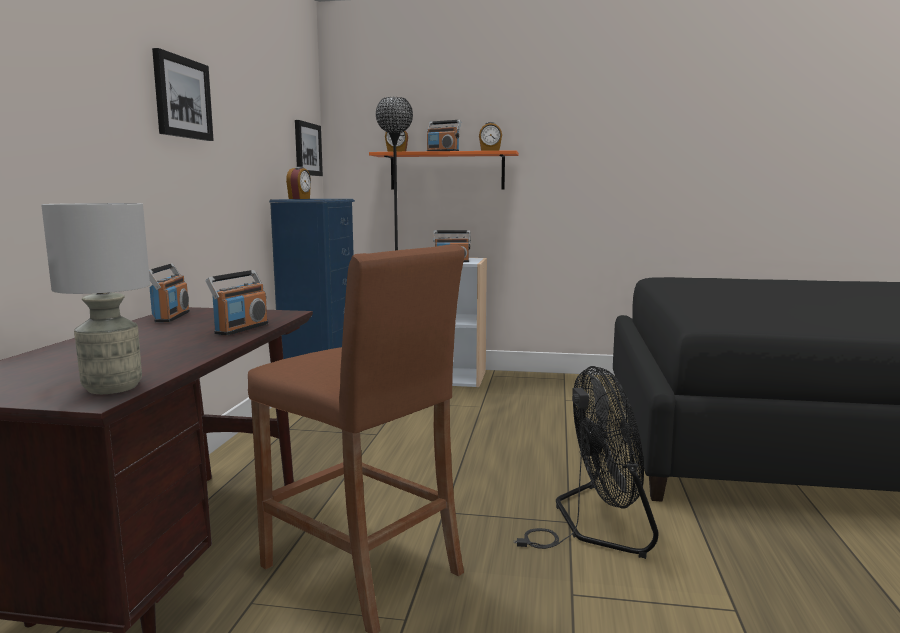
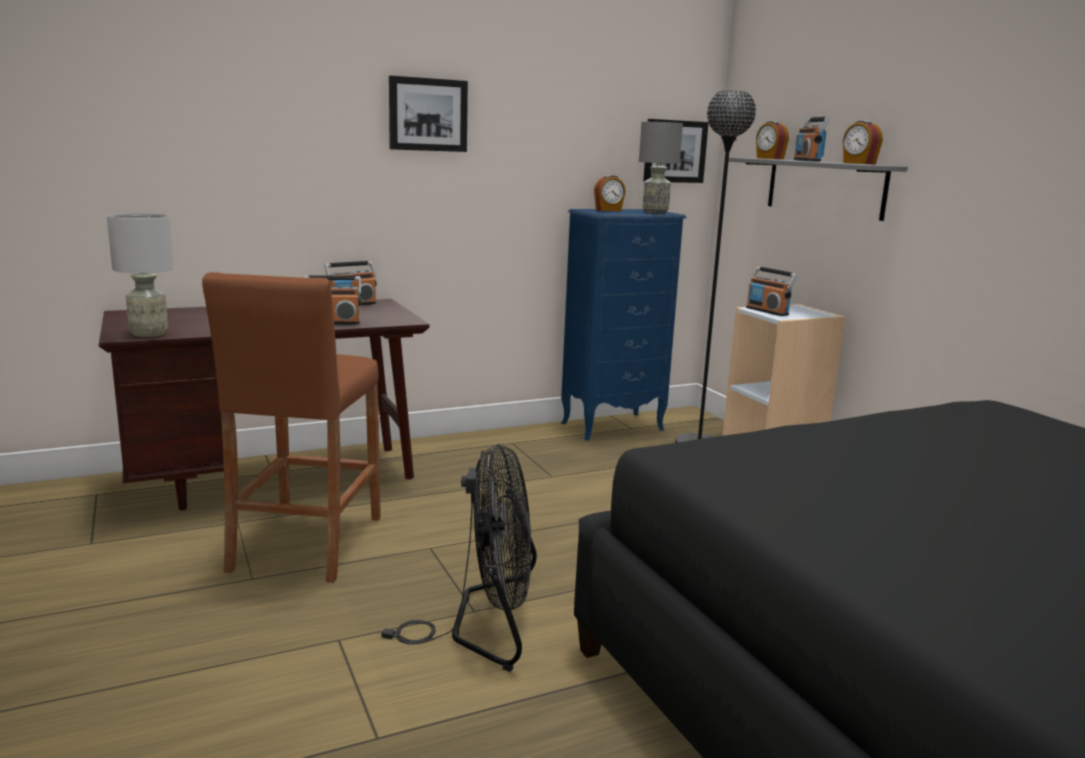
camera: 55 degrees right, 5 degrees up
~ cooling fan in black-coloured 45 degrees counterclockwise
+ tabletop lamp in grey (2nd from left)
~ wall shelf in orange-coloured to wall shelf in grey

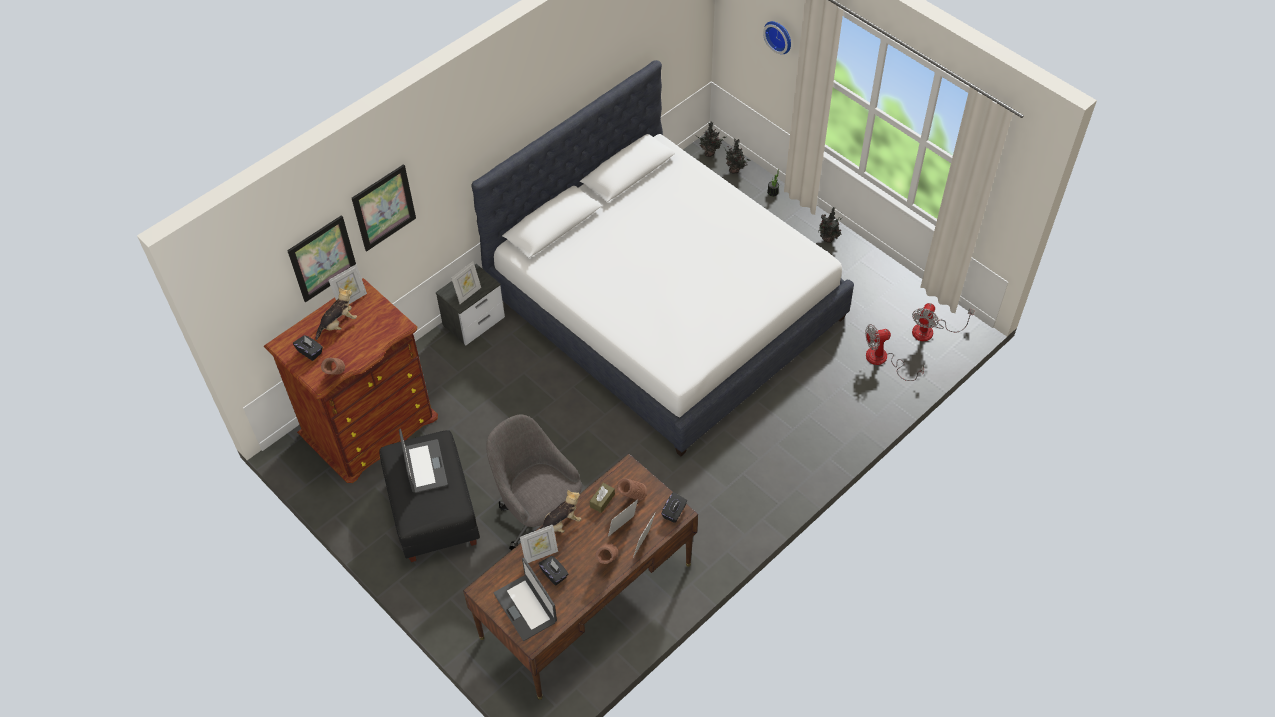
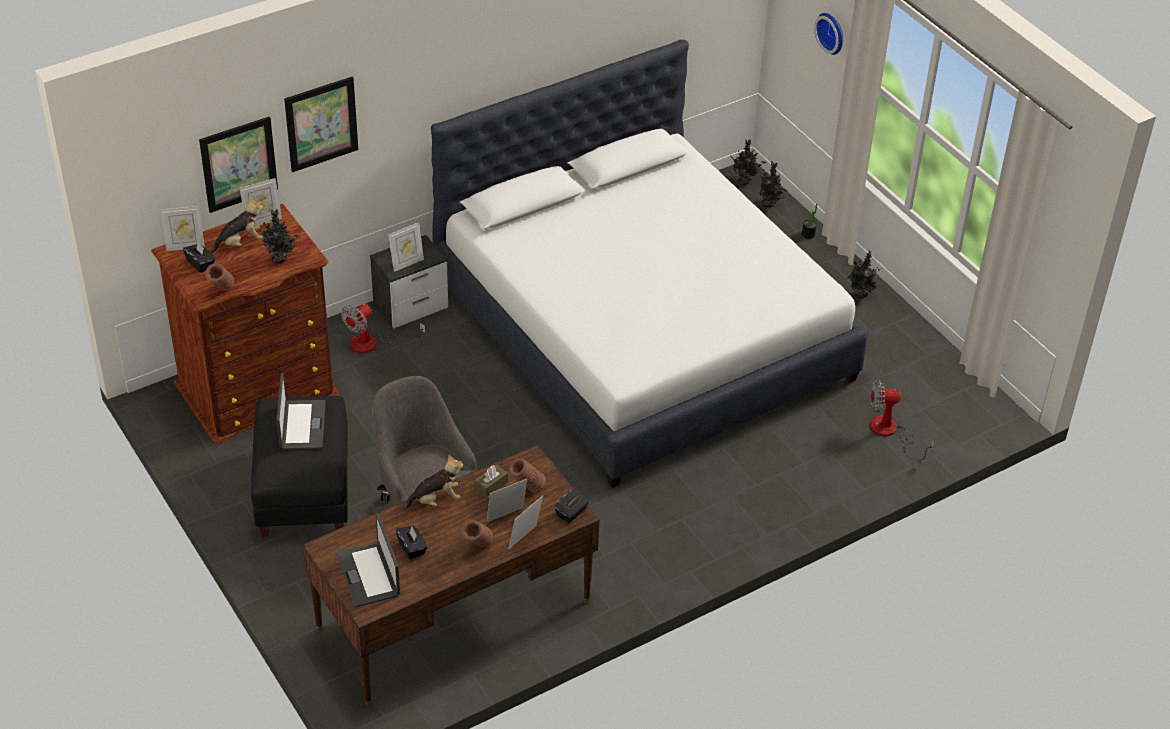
camera: 10 degrees right, 10 degrees down
~ picture frame (3rd from left in the first image) to picture frame (1st from left)
+ potted plant (1st from left)
~ cooling fan (2nd from left in the first image) to cooling fan (1st from left)

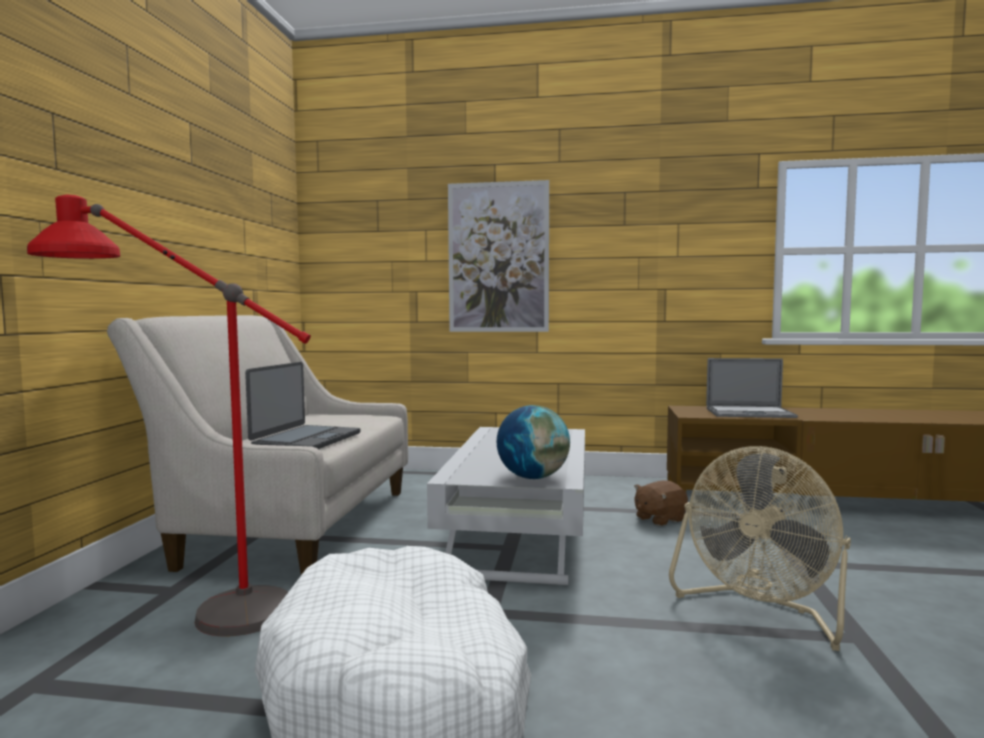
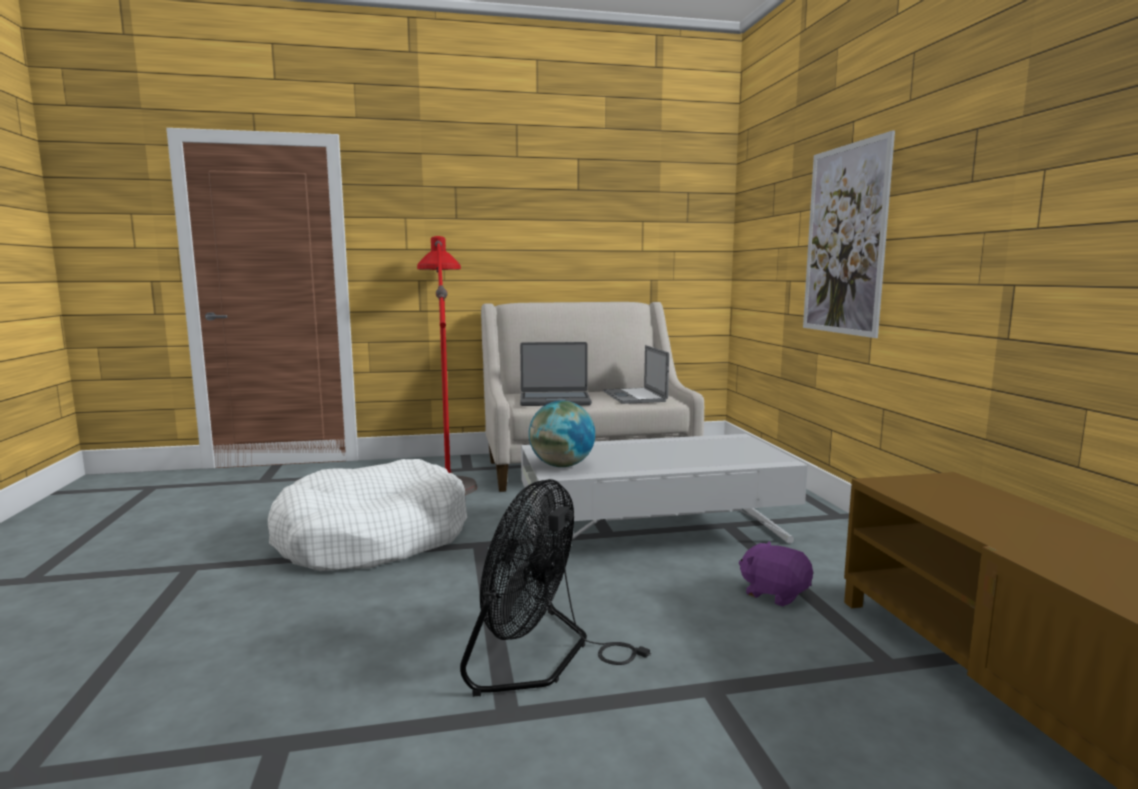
camera: 70 degrees right, 5 degrees up
~ cooling fan in beige-coloured to cooling fan in black-coloured
~ notebook computer (2nd from left)
~ plush toy in brownish to plush toy in purple-coloured

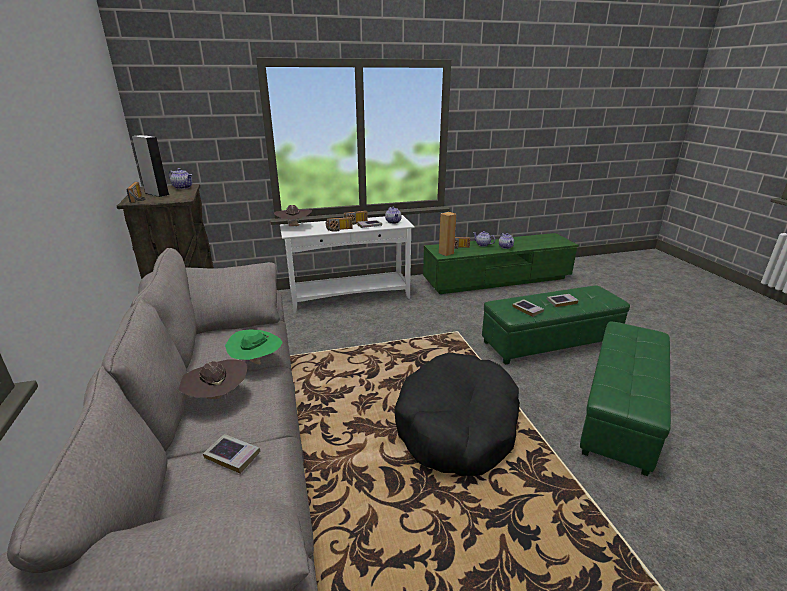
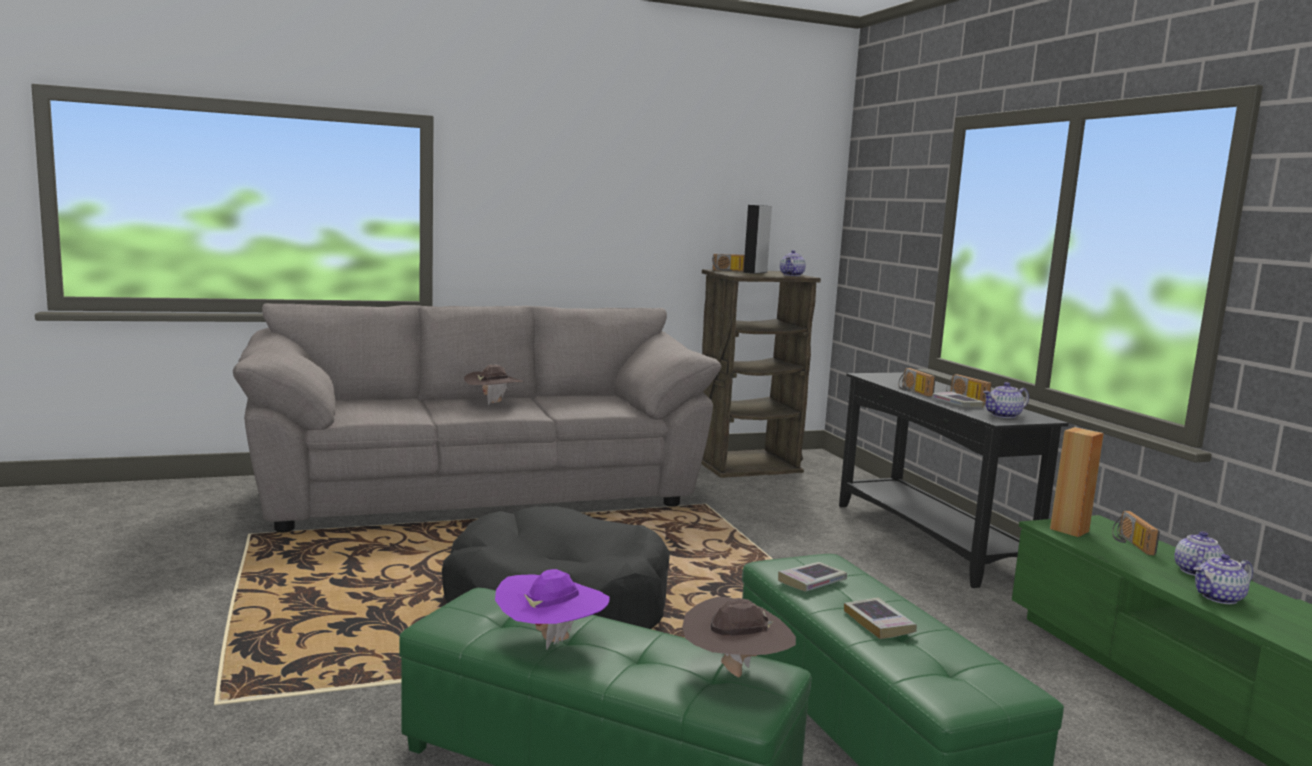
camera: 85 degrees right, 15 degrees down
+ clothing hat in purple-coloured
~ clothing hat in brownish (2nd from left)
~ narrow table in white to narrow table in black-coloured
- bound book (1st from left)
- clothing hat in greenish

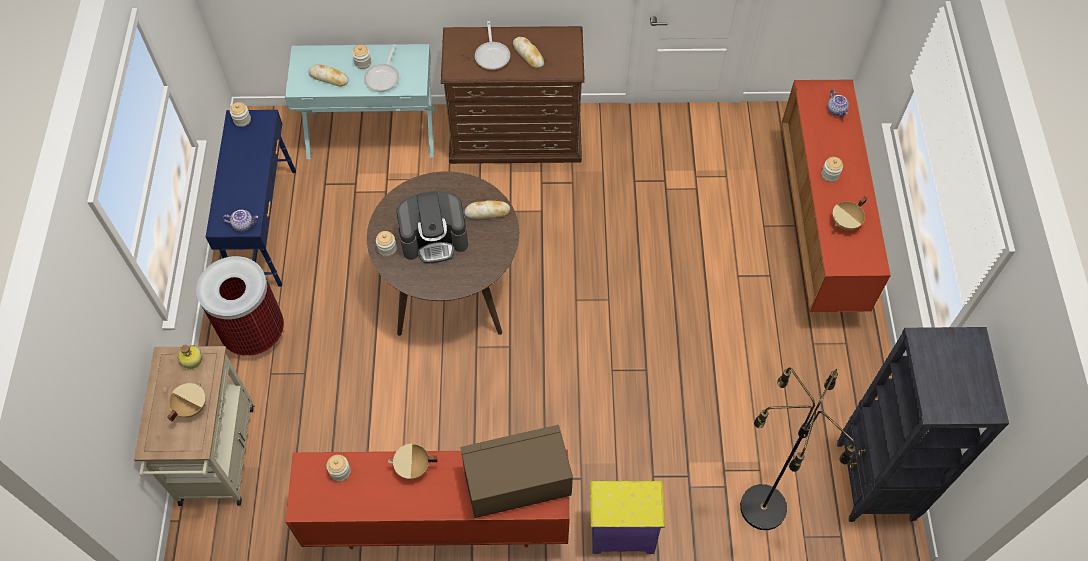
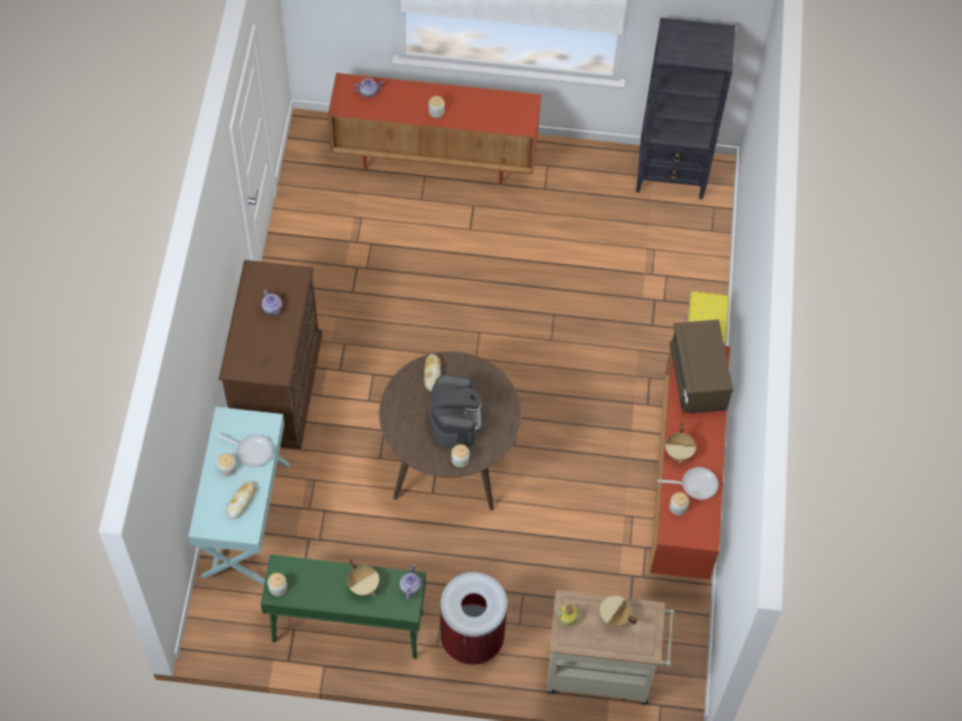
camera: 85 degrees left, 0 degrees up
~ narrow table in bluish to narrow table in greenish
~ baked bread (3rd from left) to pot for tea (1st from left)
~ stockpot in beige-coloured (3rd from left in the first image) to stockpot in beige-coloured (1st from left)
~ pan (2nd from left)
- floor lamp

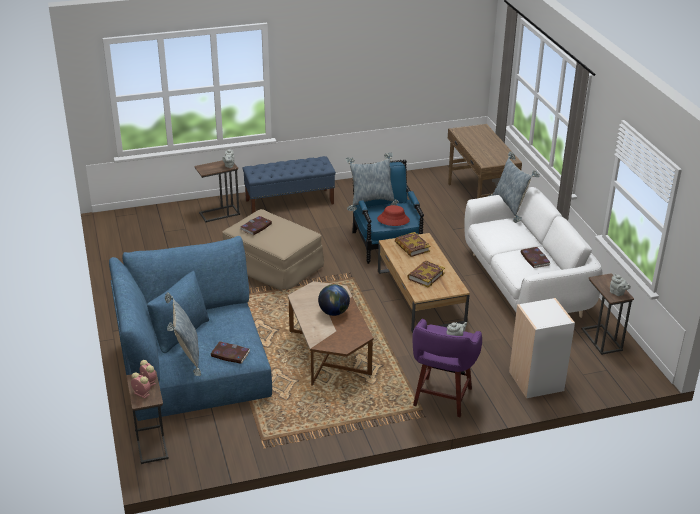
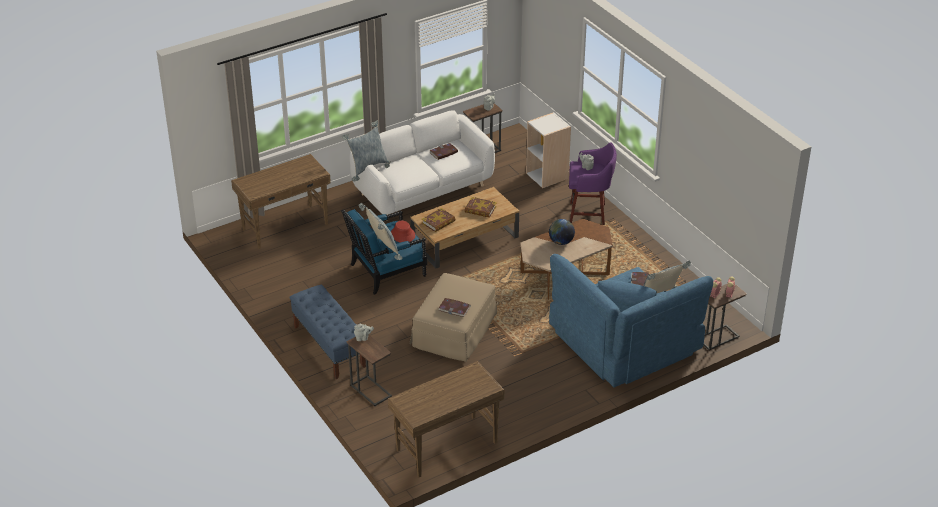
camera: 105 degrees left, 5 degrees up
+ narrow table in brownish (2nd from left)

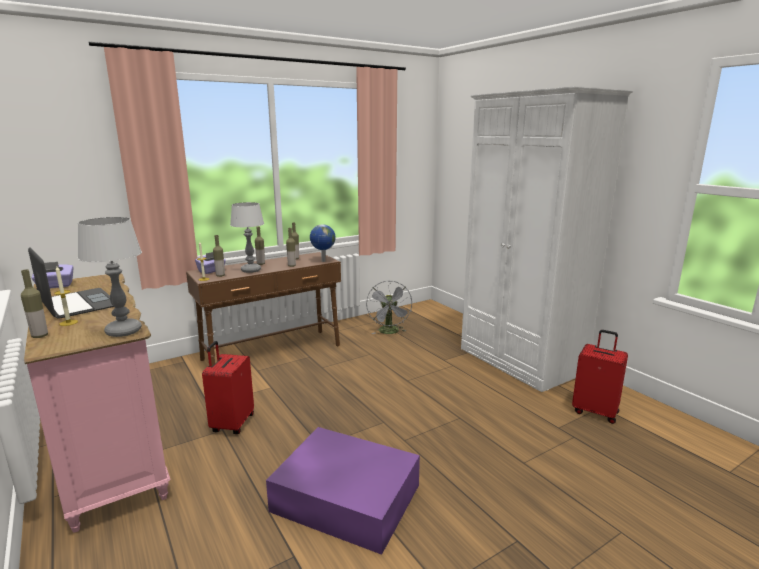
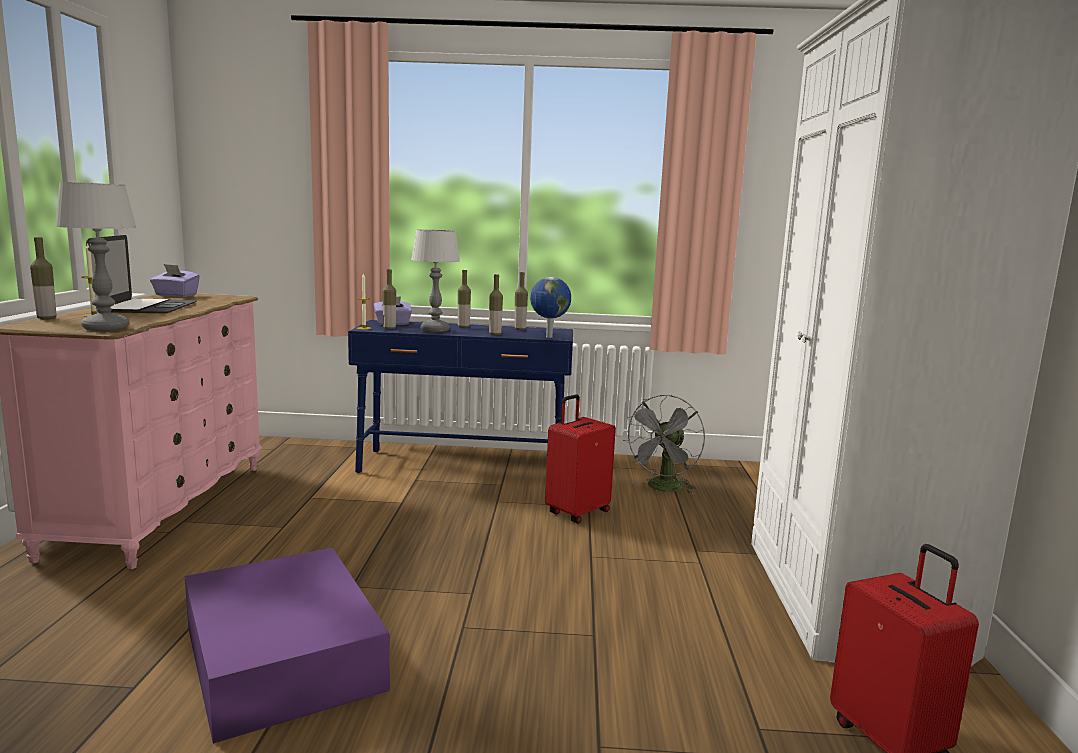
camera: 35 degrees right, 5 degrees down
~ narrow table in brownish to narrow table in bluish
~ piece of luggage in reddish (1st from left)

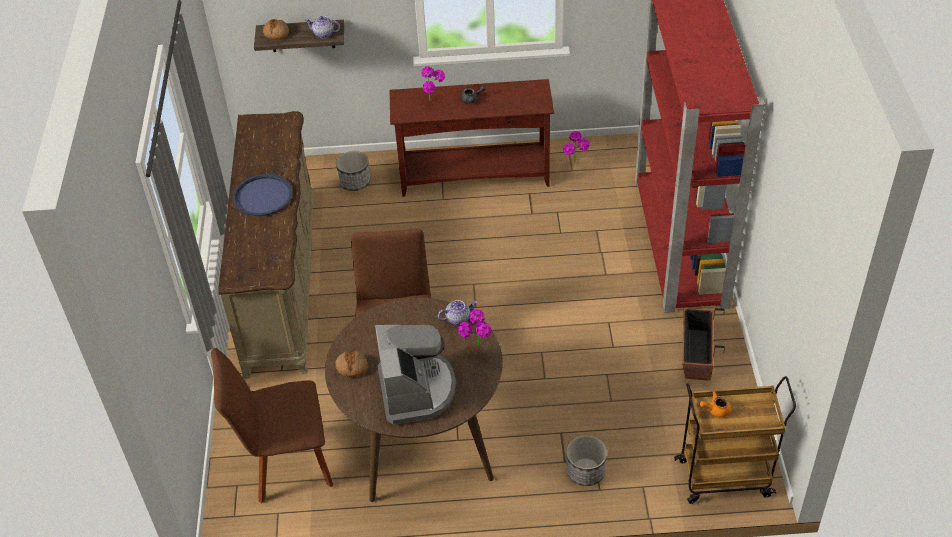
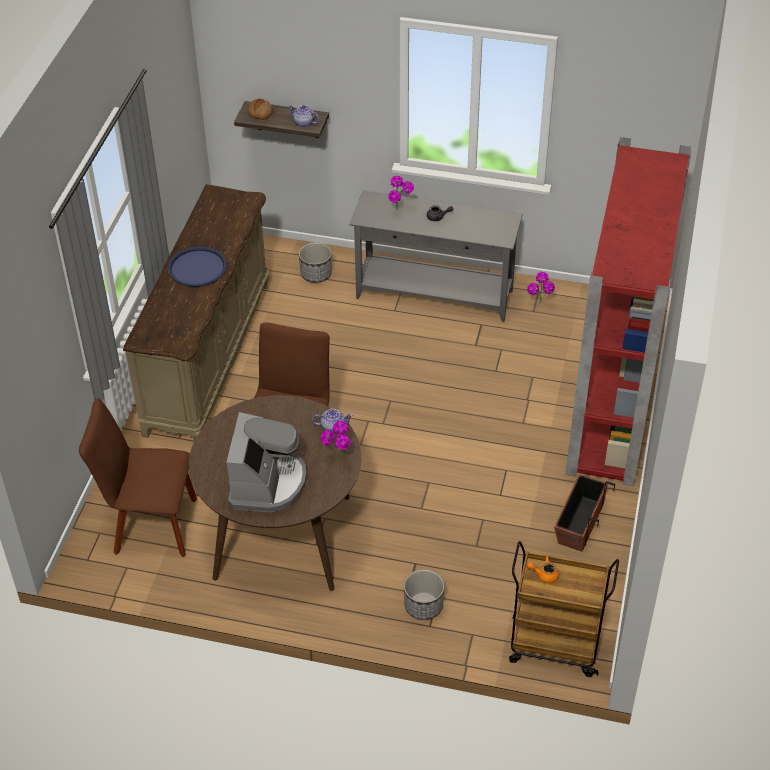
camera: 15 degrees right, 0 degrees up
~ narrow table in brownish to narrow table in grey
- baked bread (2nd from left)

